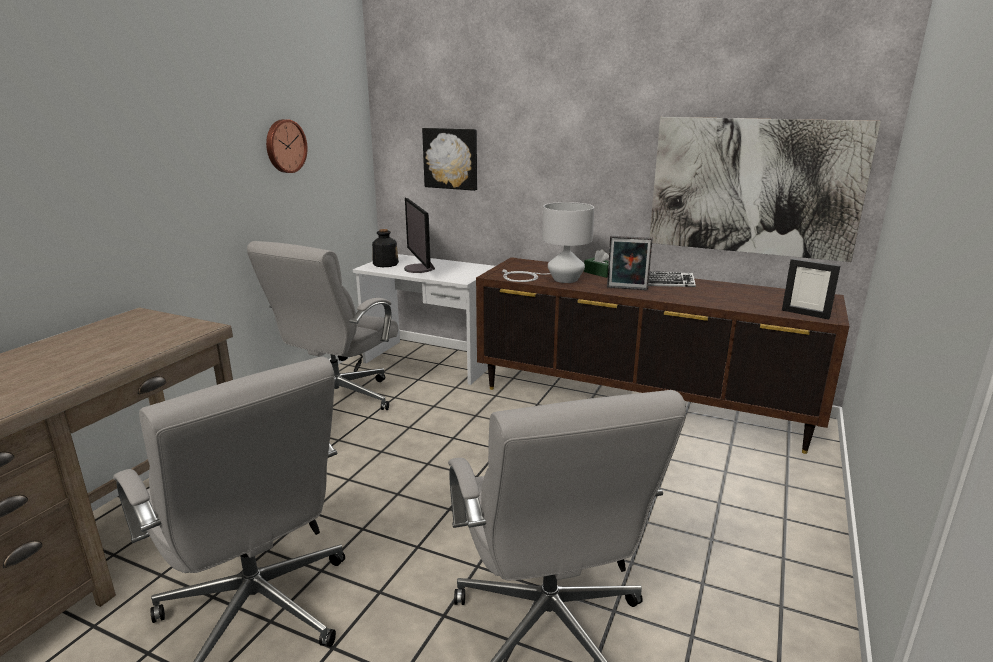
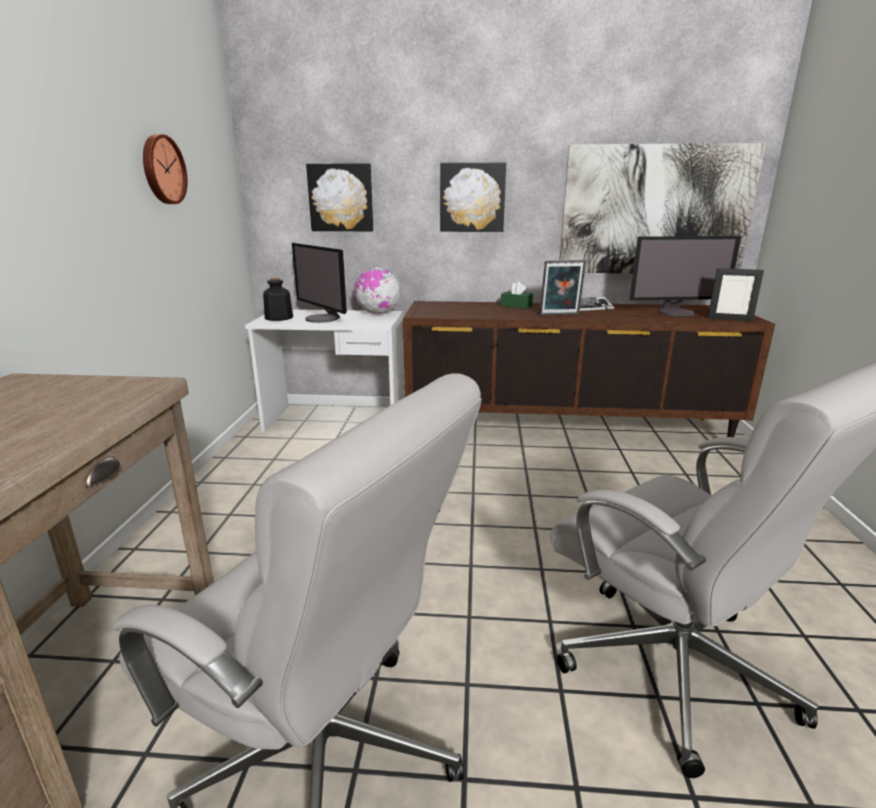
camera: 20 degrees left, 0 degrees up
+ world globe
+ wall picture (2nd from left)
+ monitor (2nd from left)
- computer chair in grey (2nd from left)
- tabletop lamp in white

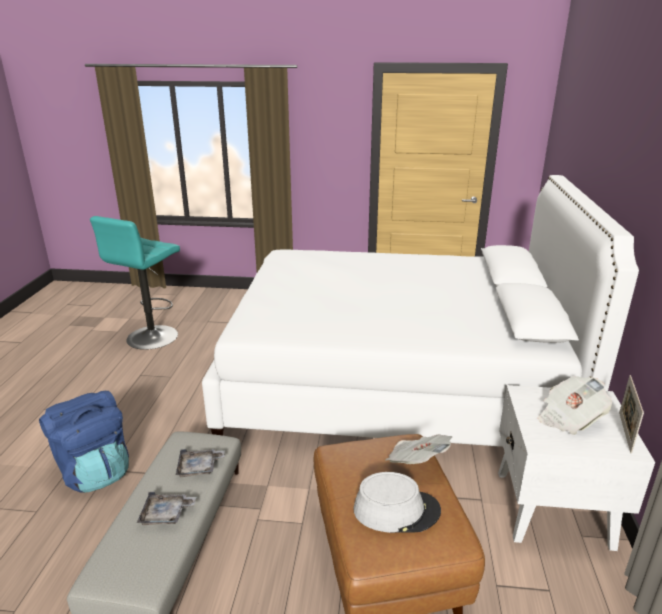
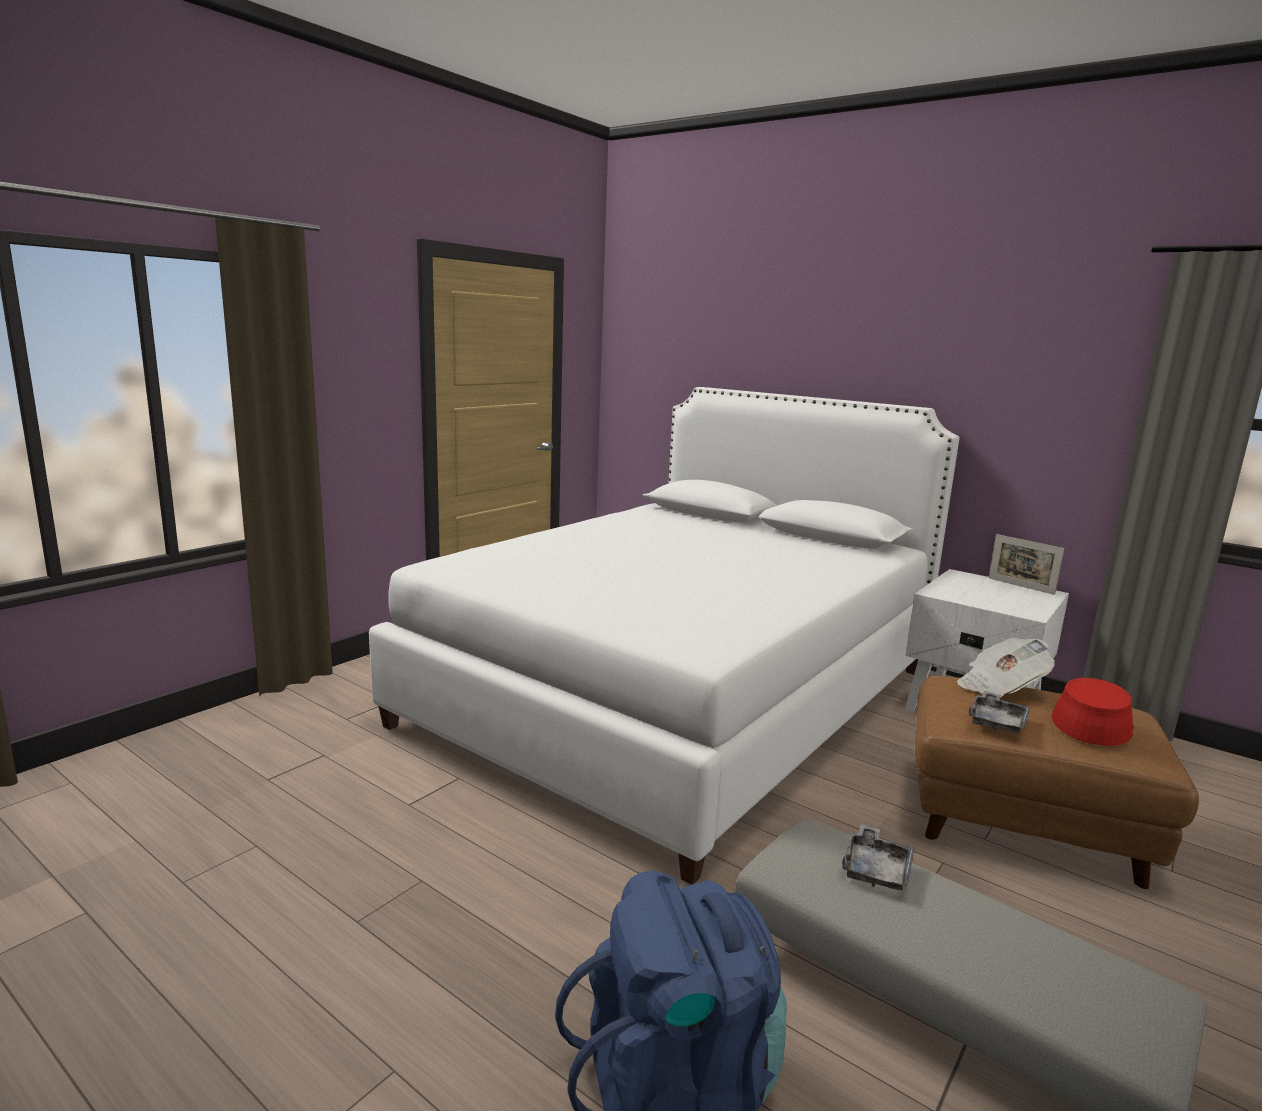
camera: 60 degrees left, 10 degrees down
~ tray in grey (1st from left in the first image) to tray in grey (2nd from left)
~ clothing hat in grey to clothing hat in reddish
- stool seat in turquoise-coloured
- newspaper (2nd from left)

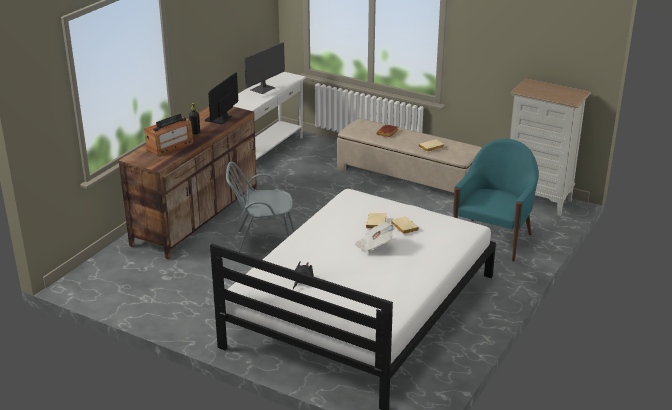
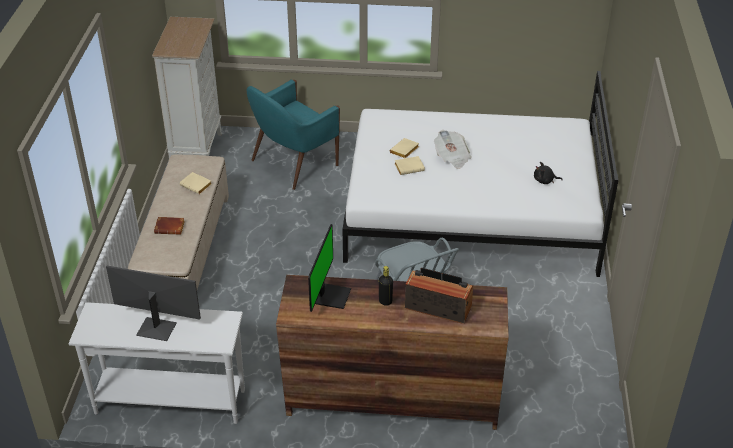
camera: 115 degrees left, 10 degrees up
~ armchair in turquoise-coloured 45 degrees counterclockwise
~ monitor (1st from left in the first image) 75 degrees counterclockwise

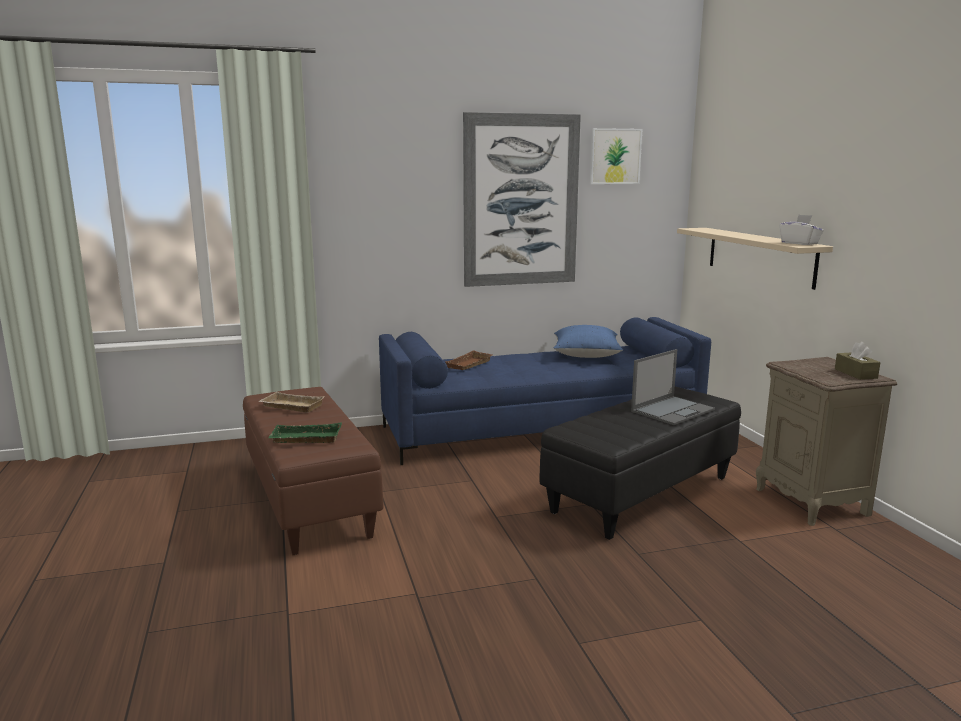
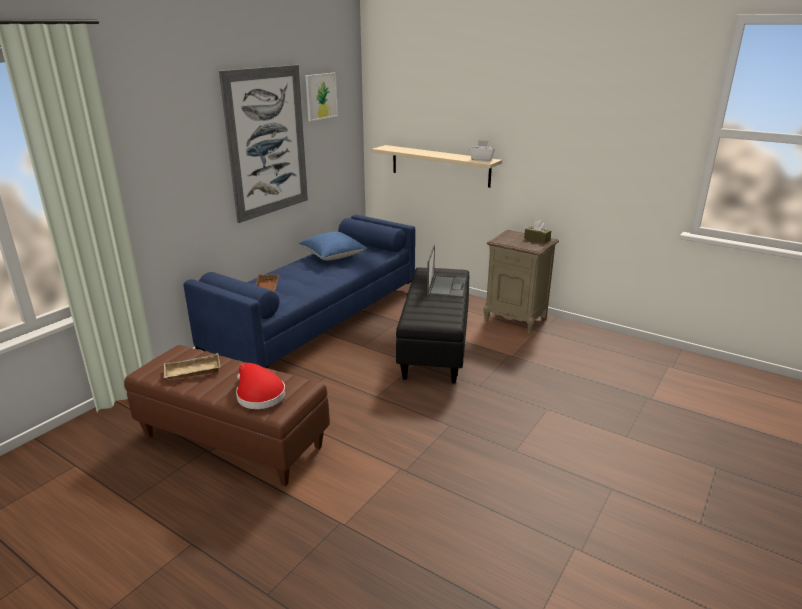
camera: 40 degrees left, 10 degrees up
~ tray in greenish to clothing hat in reddish

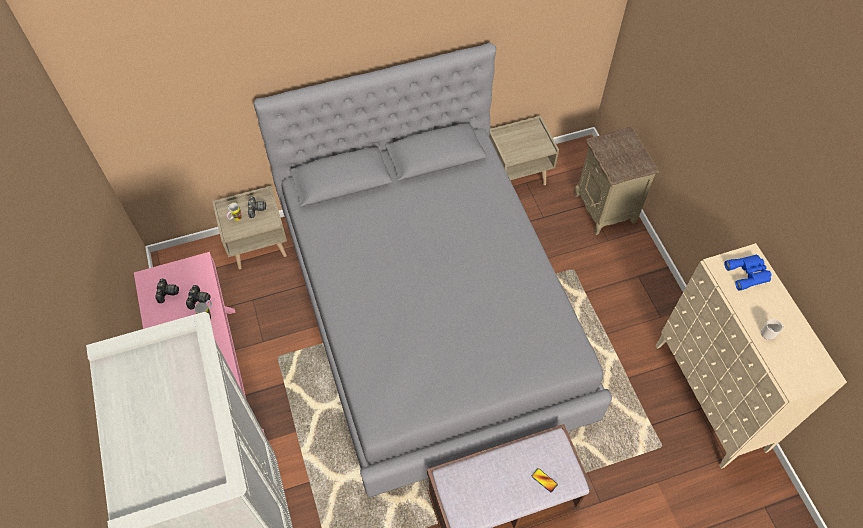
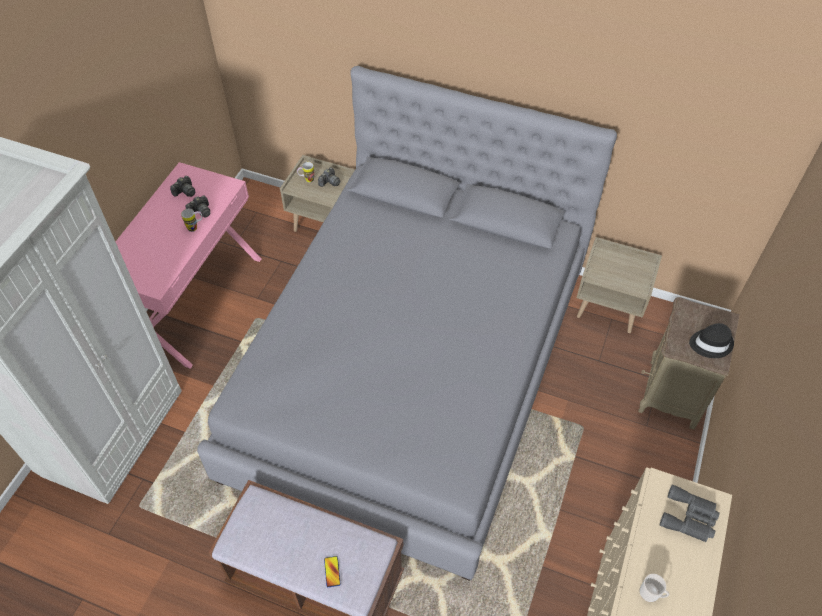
camera: 40 degrees right, 5 degrees down
~ binoculars in bluish to binoculars in grey
+ clothing hat in black-coloured

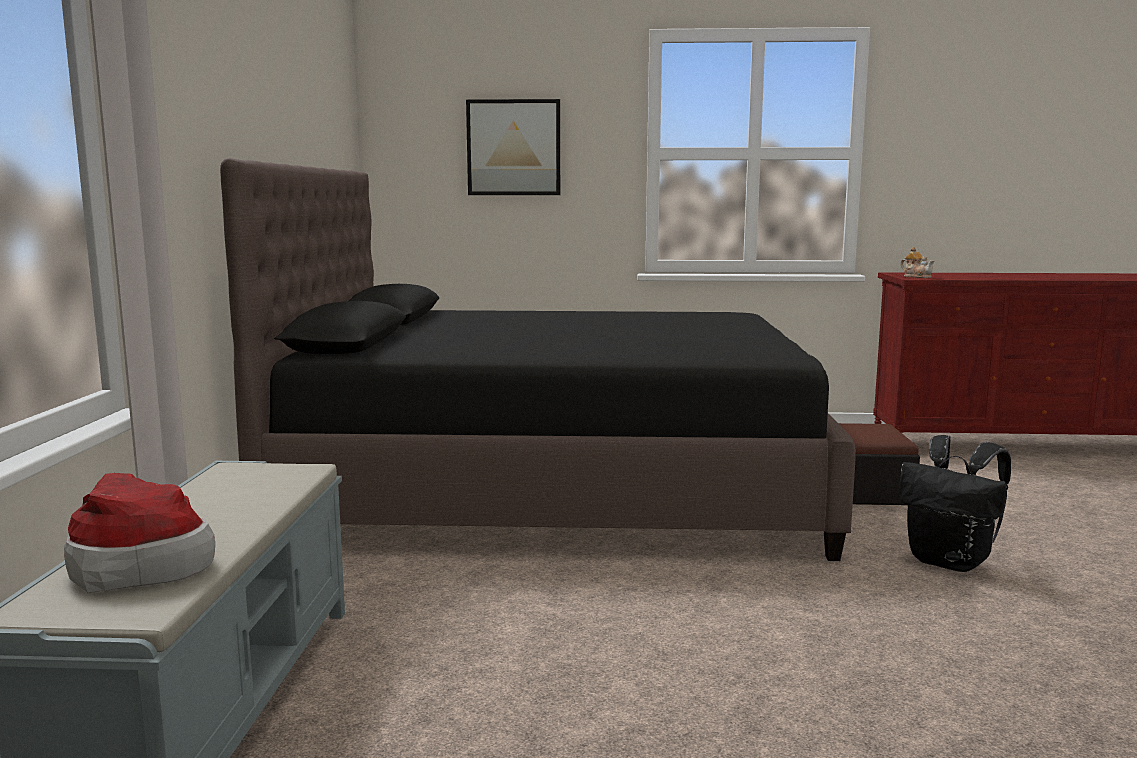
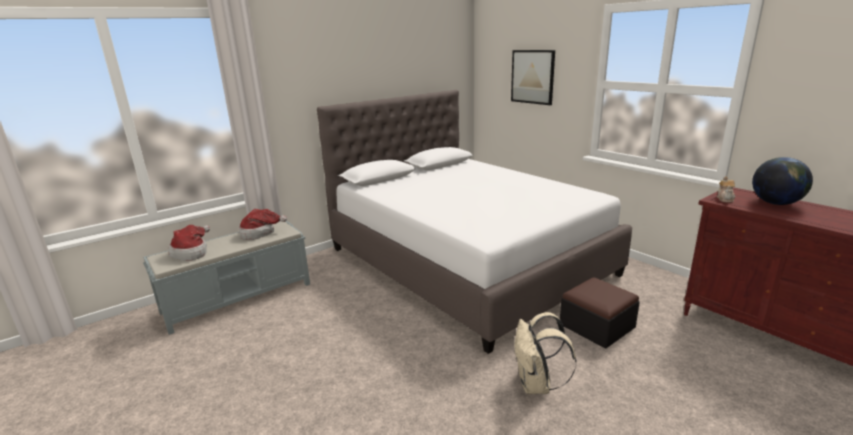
camera: 50 degrees right, 10 degrees up
+ clothing hat (2nd from left)
~ bed in black-coloured to bed in white
~ knapsack in black-coloured to knapsack in beige-coloured
+ world globe

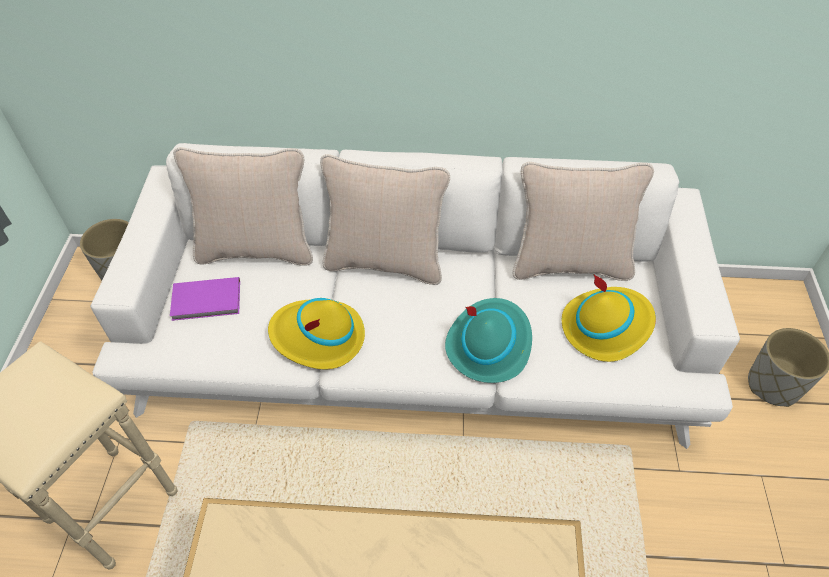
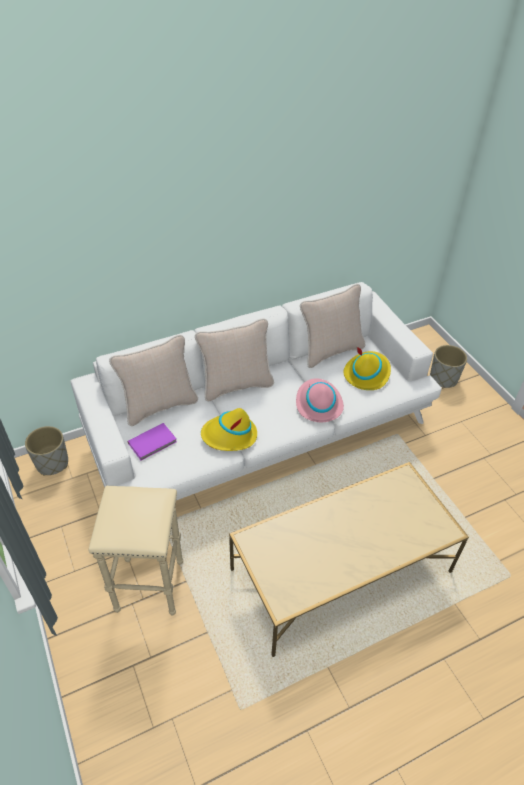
camera: 30 degrees left, 5 degrees down
~ clothing hat in turquoise-coloured to clothing hat in pinkish

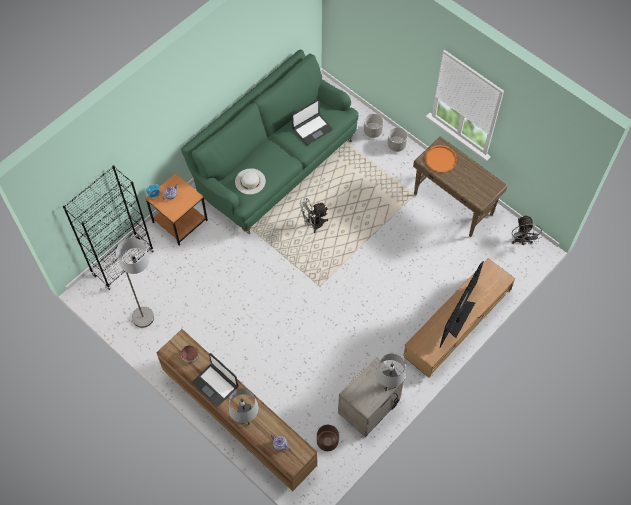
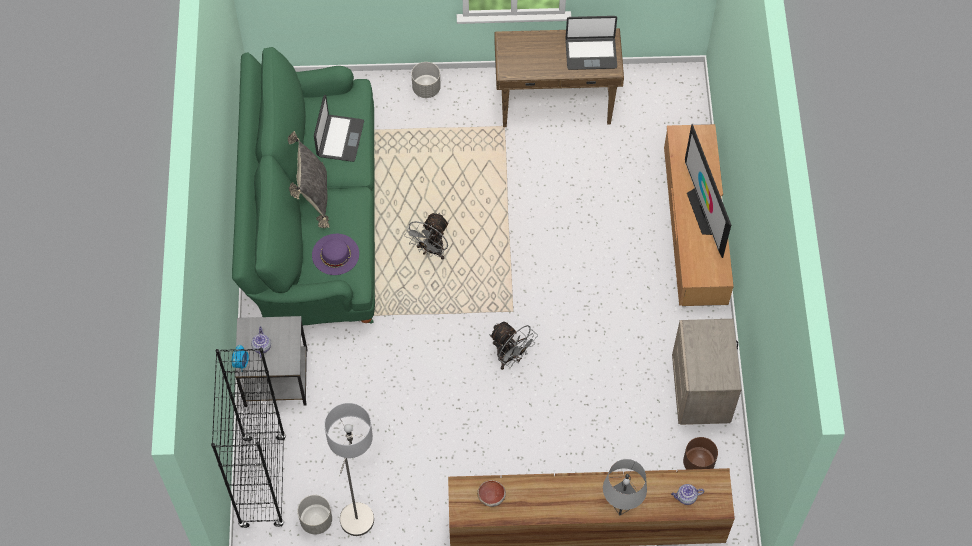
camera: 45 degrees left, 0 degrees up
~ accent table in orange-coloured to accent table in grey
+ cushion
~ planter in grey (1st from left)
~ clothing hat in white to clothing hat in purple-coloured
~ cooling fan in grey (2nd from left)
~ notebook computer (1st from left in the first image) to notebook computer (2nd from left)
- tabletop lamp in grey (2nd from left)
- tray in orange-coloured

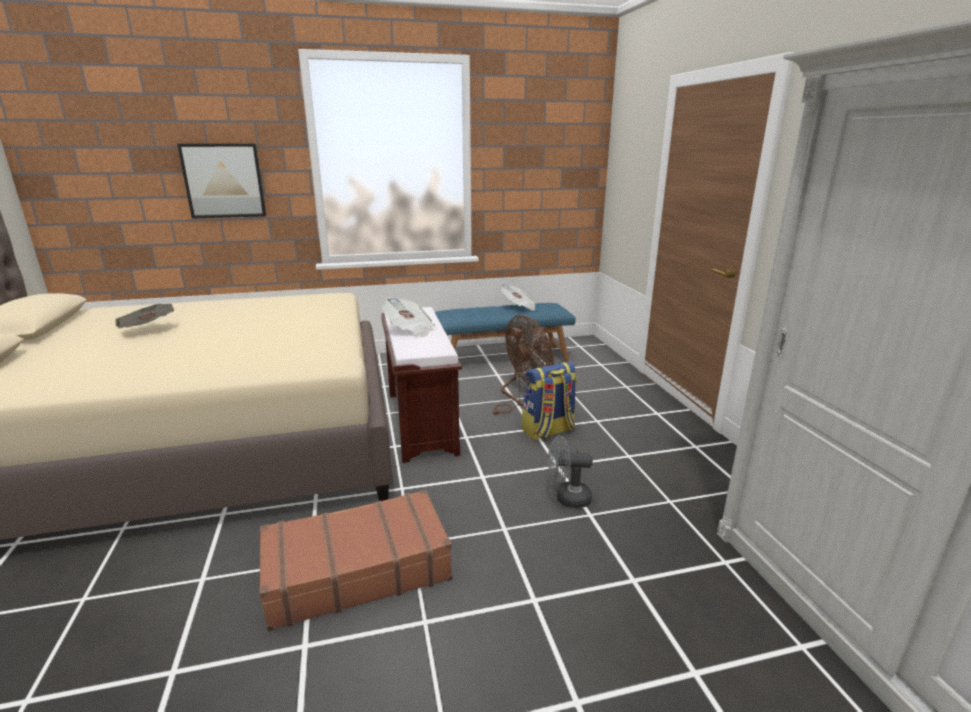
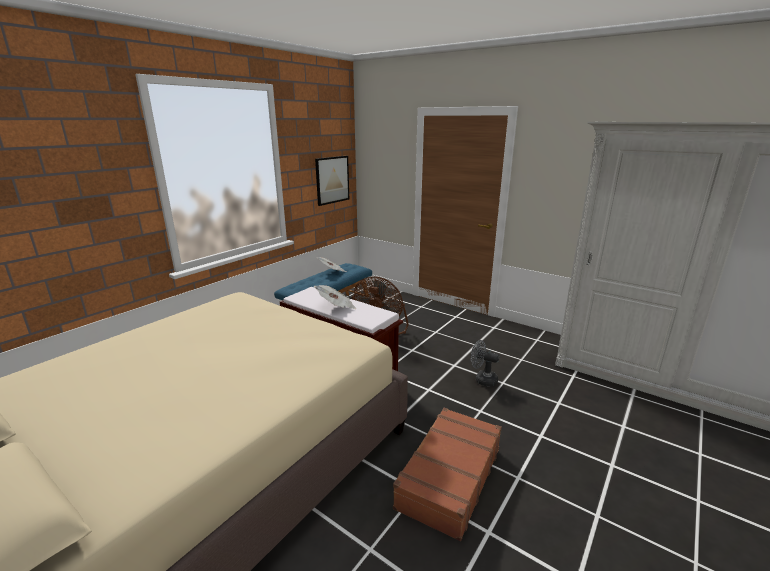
camera: 40 degrees left, 0 degrees up
~ wall picture
~ cooling fan in grey 60 degrees clockwise
- newspaper (1st from left)
- knapsack

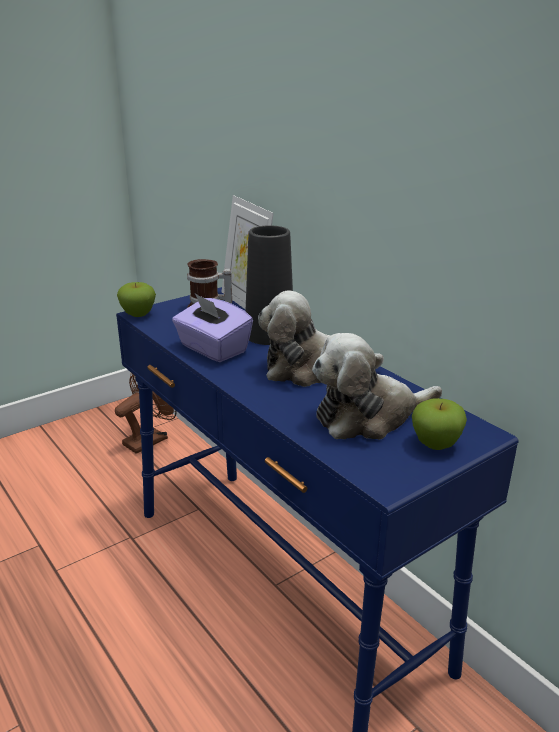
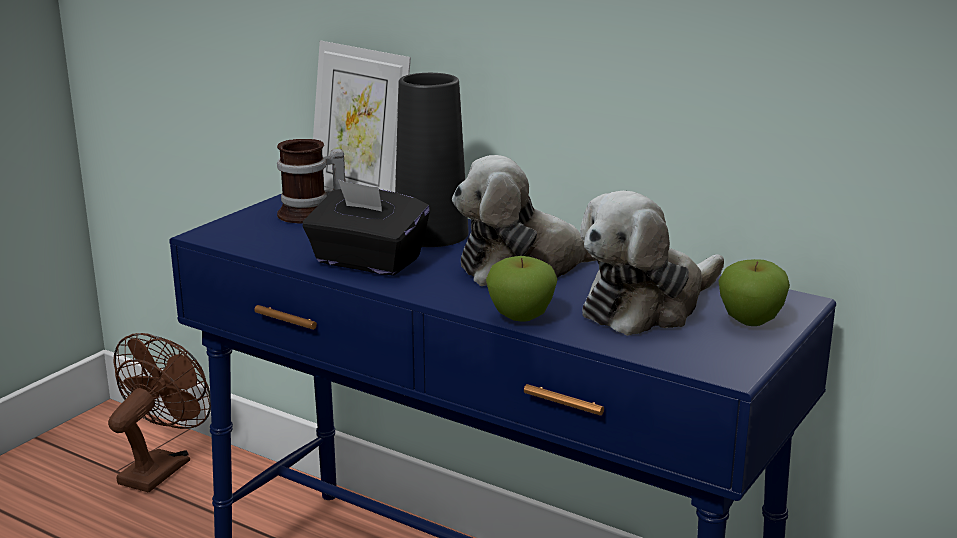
camera: 20 degrees left, 5 degrees down
~ tissue box in purple-coloured to tissue box in black-coloured
~ apple fruit (1st from left)

